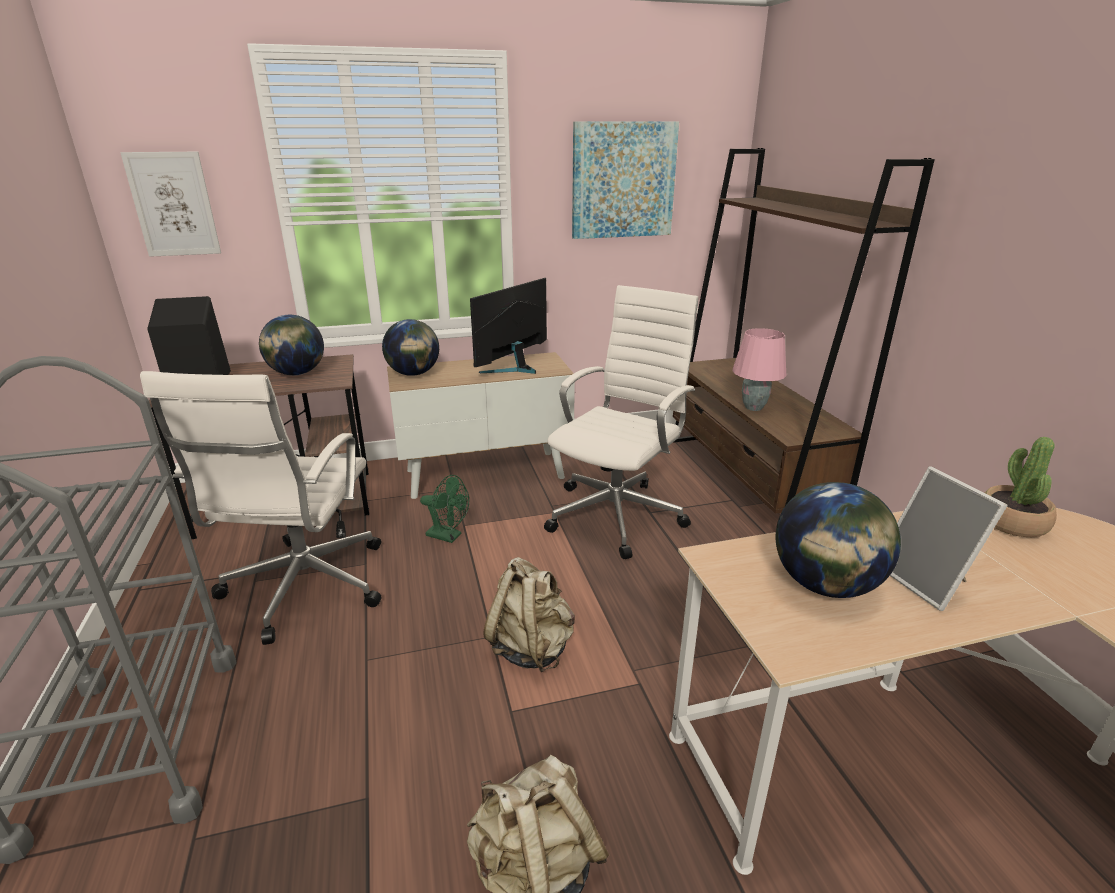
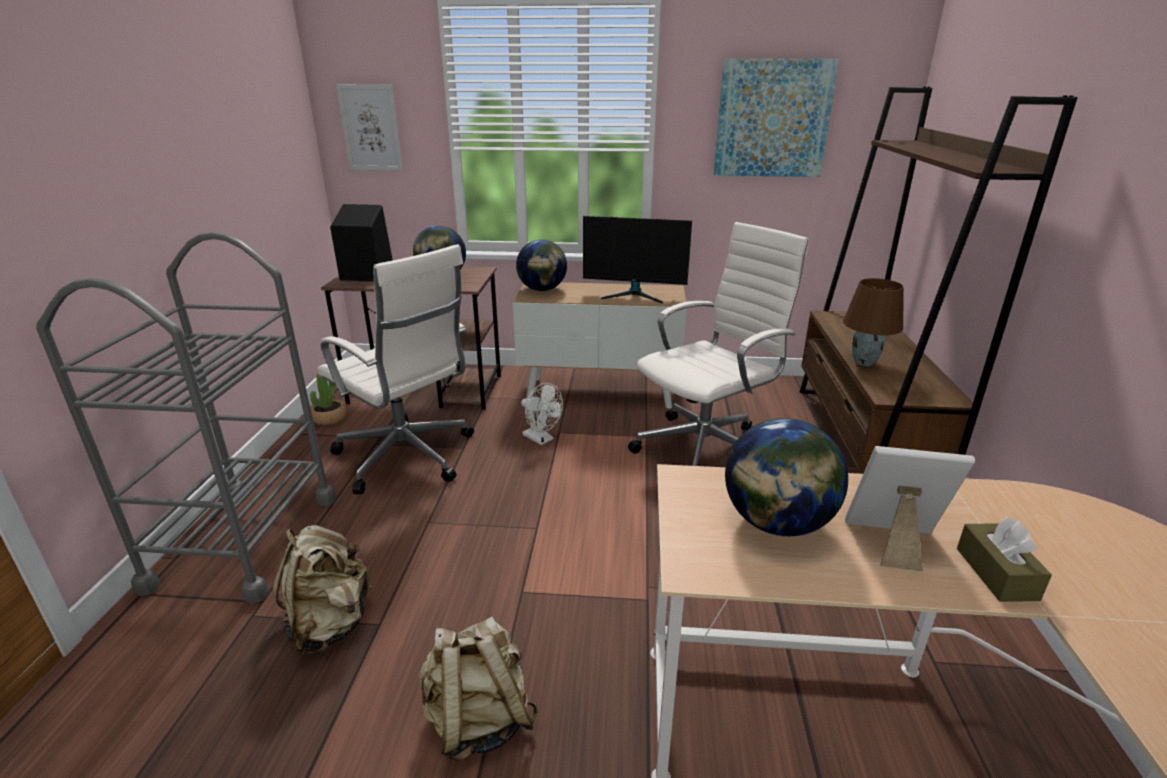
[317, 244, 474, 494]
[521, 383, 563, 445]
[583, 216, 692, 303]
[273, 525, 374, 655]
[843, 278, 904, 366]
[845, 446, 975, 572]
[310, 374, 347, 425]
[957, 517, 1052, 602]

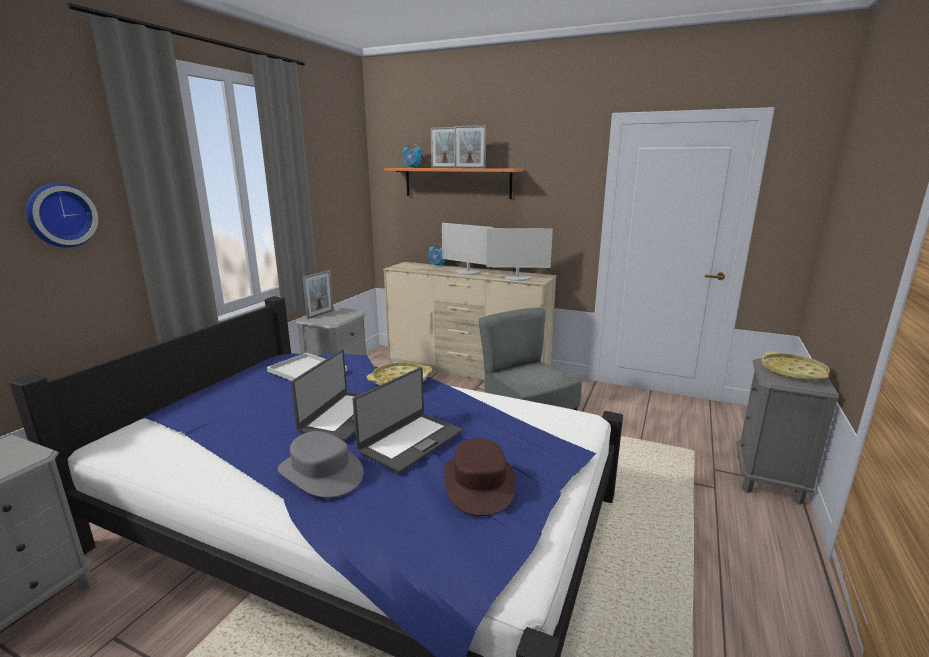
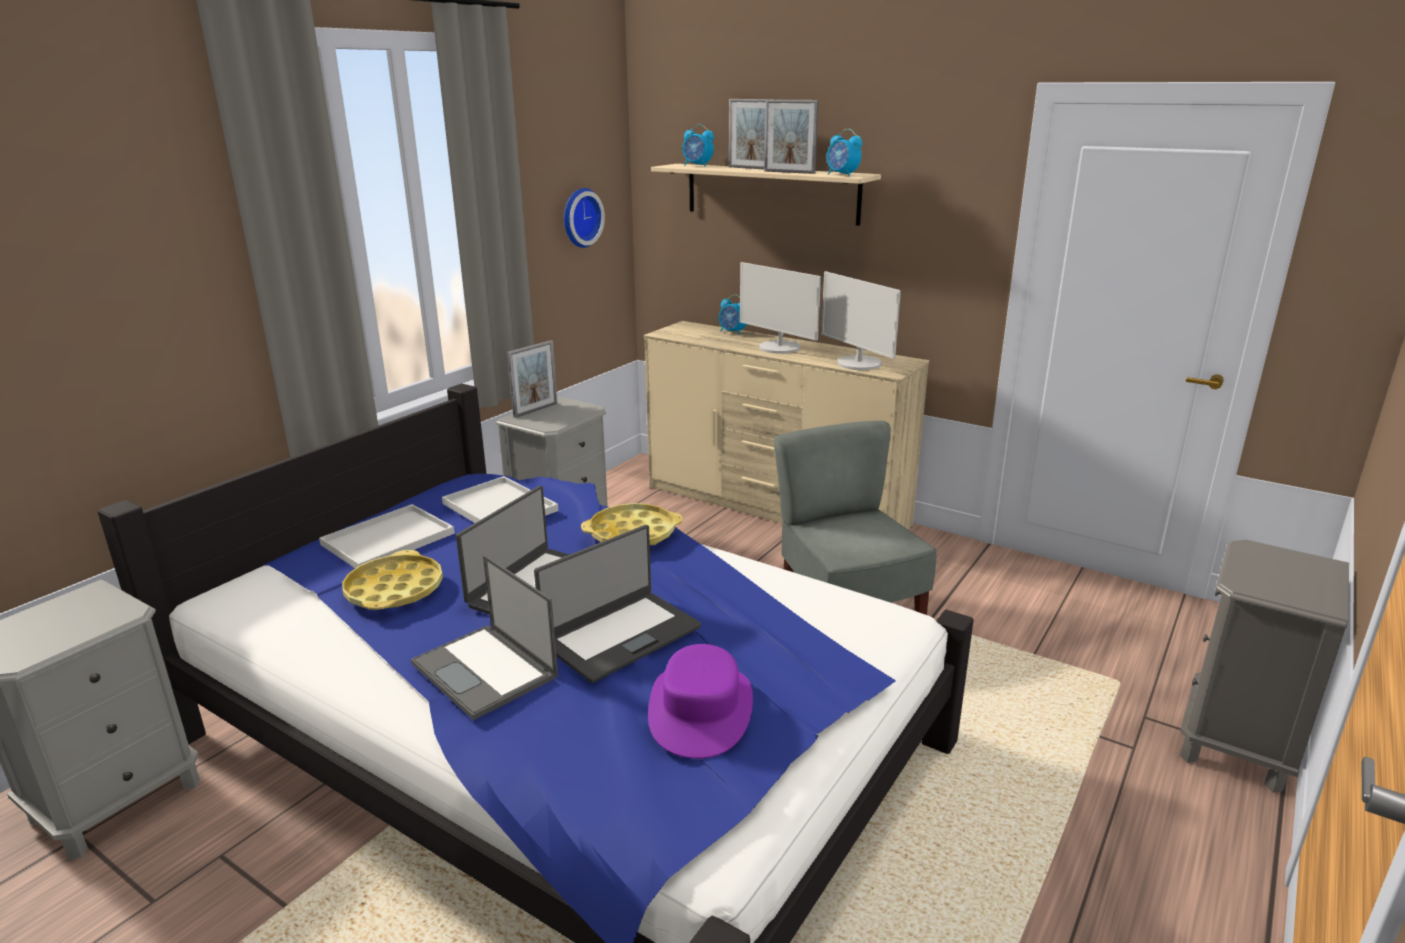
[564, 188, 605, 248]
[411, 555, 558, 720]
[651, 164, 881, 226]
[648, 644, 753, 759]
[821, 271, 901, 370]
[342, 550, 443, 610]
[319, 504, 455, 568]
[827, 129, 862, 176]

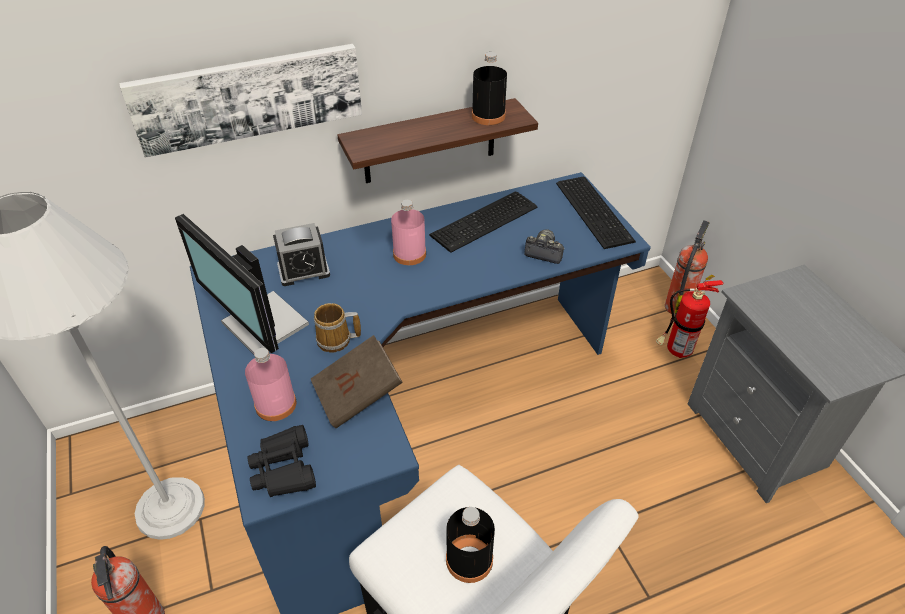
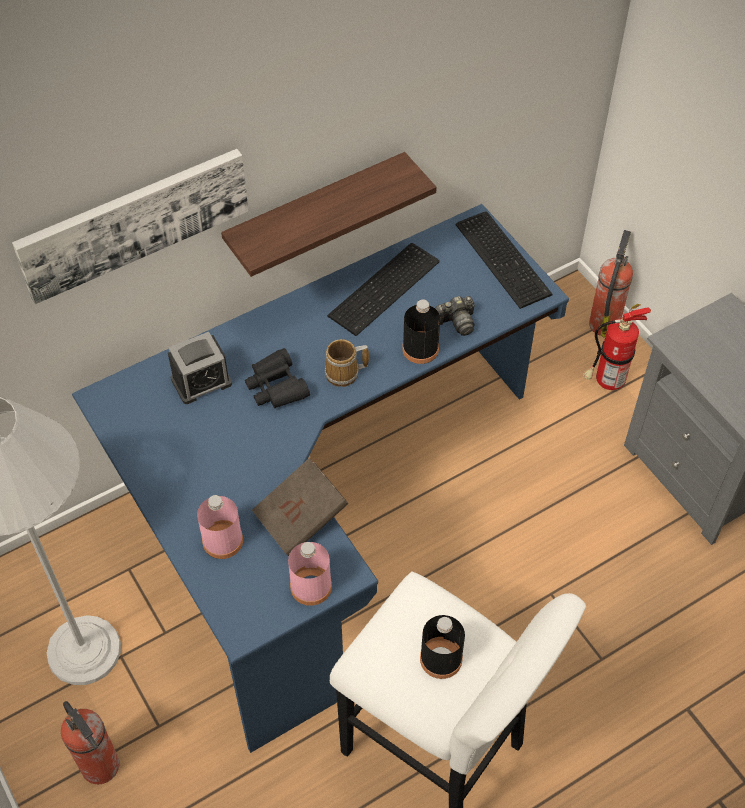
[175, 214, 309, 354] (first image)
[245, 348, 310, 408]
[325, 339, 369, 387]
[288, 542, 332, 606]
[402, 299, 440, 364]
[435, 296, 475, 336]

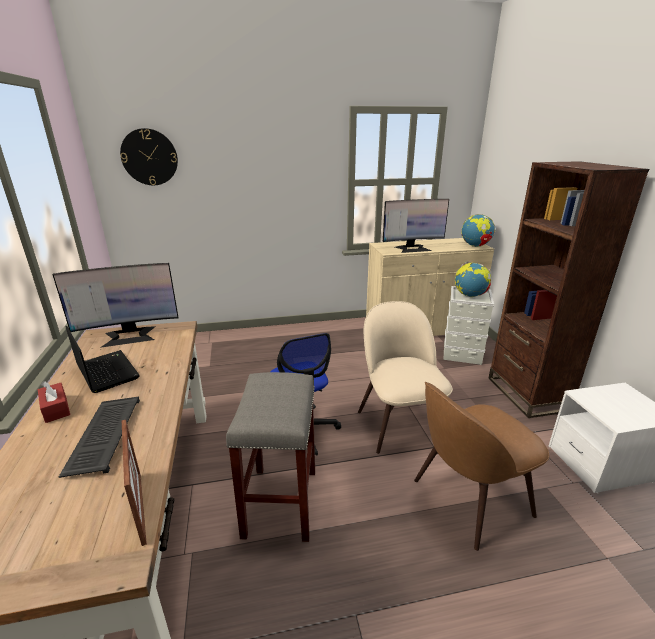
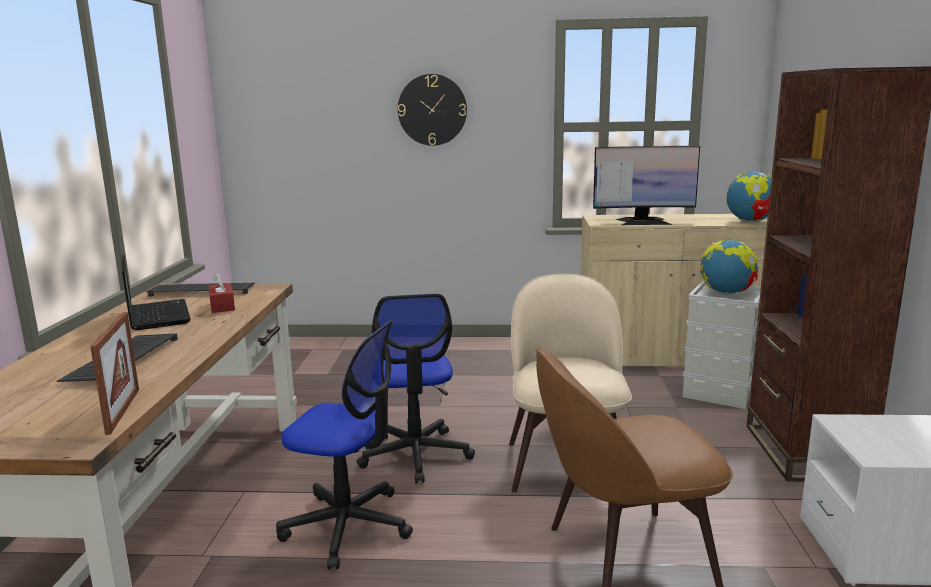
[208, 272, 235, 313]
[146, 283, 255, 297]
[398, 74, 467, 146]
[276, 320, 413, 569]

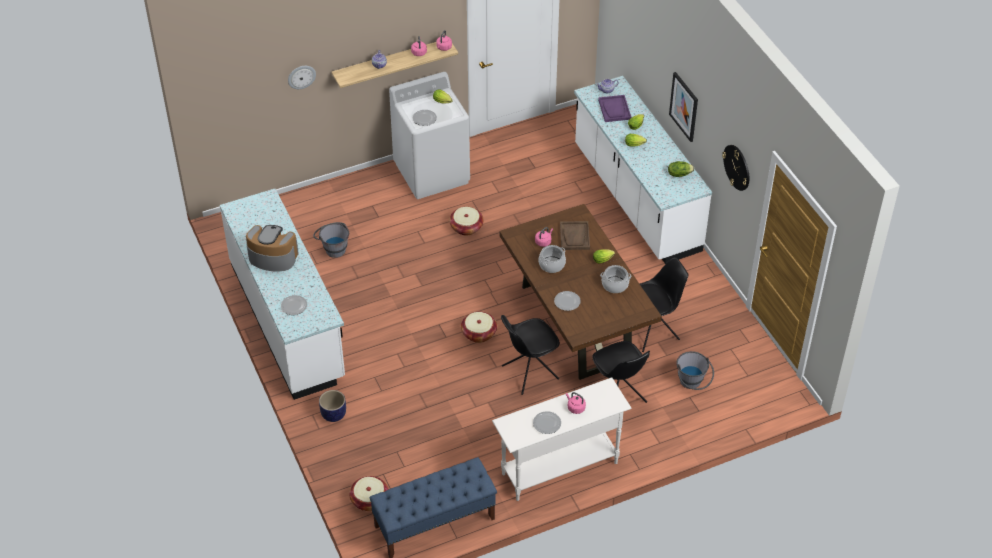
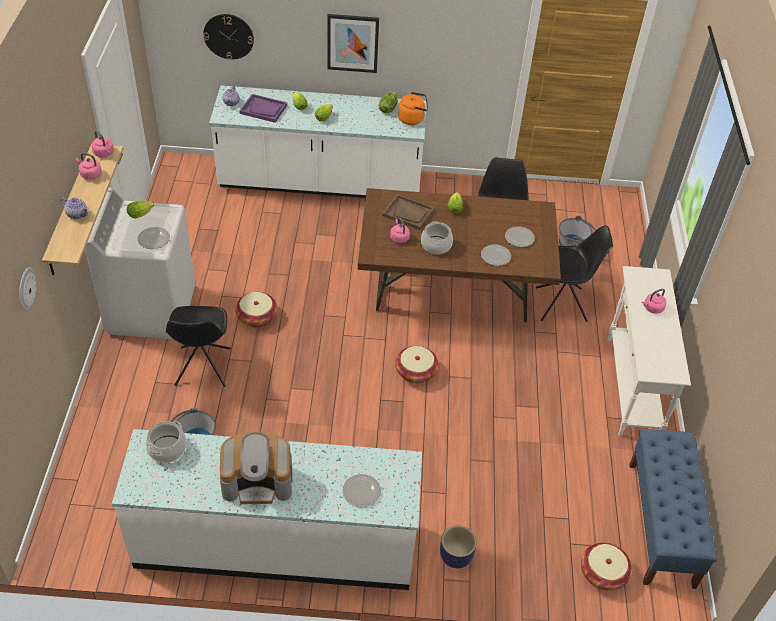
[219, 432, 293, 504]
[166, 306, 231, 387]
[505, 226, 535, 247]
[146, 421, 187, 463]
[203, 14, 254, 60]
[398, 92, 428, 125]

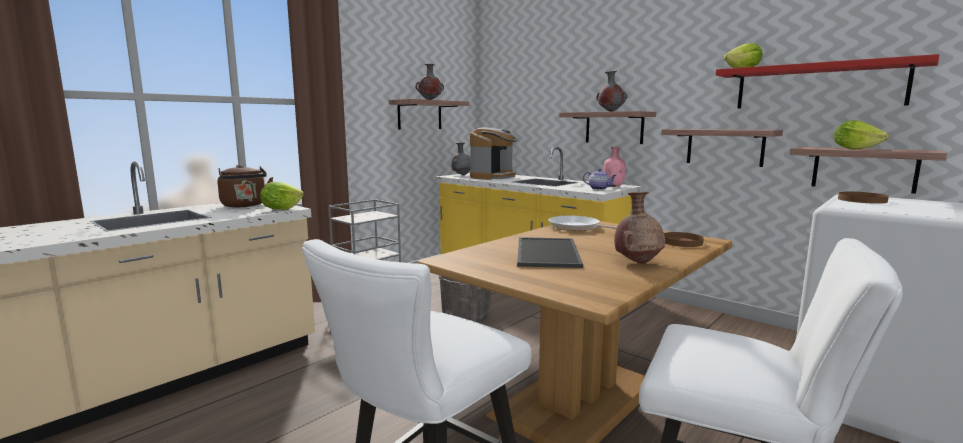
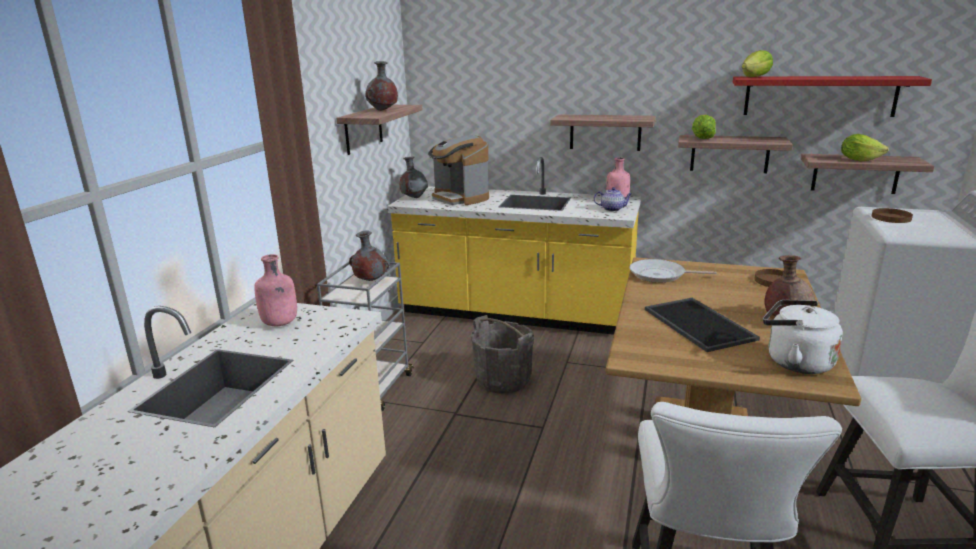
[254, 254, 297, 326]
[692, 115, 716, 139]
[428, 135, 489, 205]
[349, 231, 390, 281]
[763, 300, 843, 374]

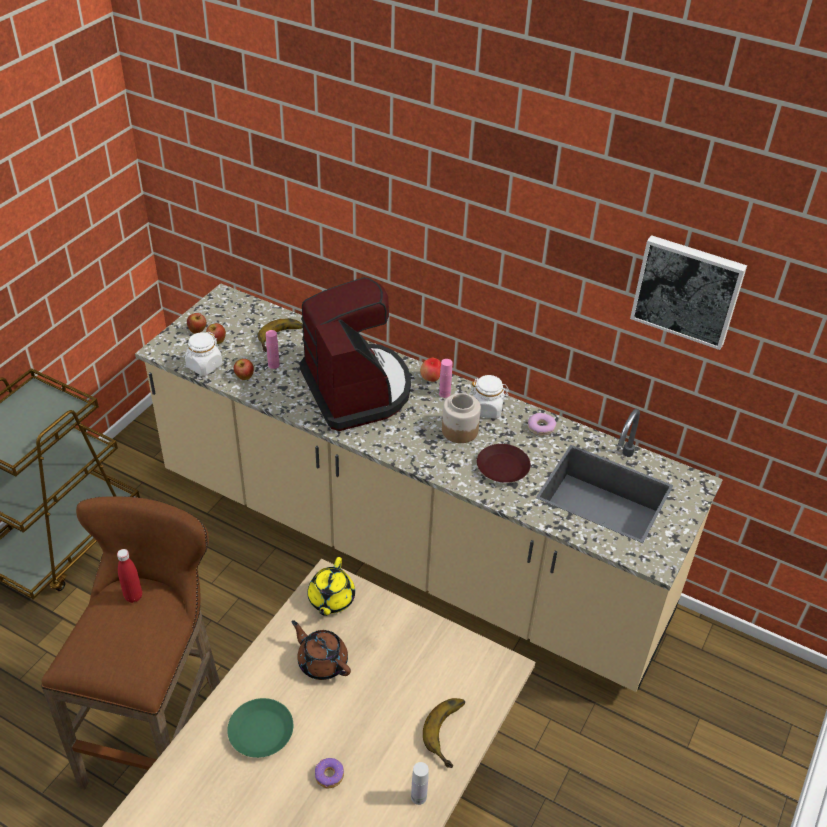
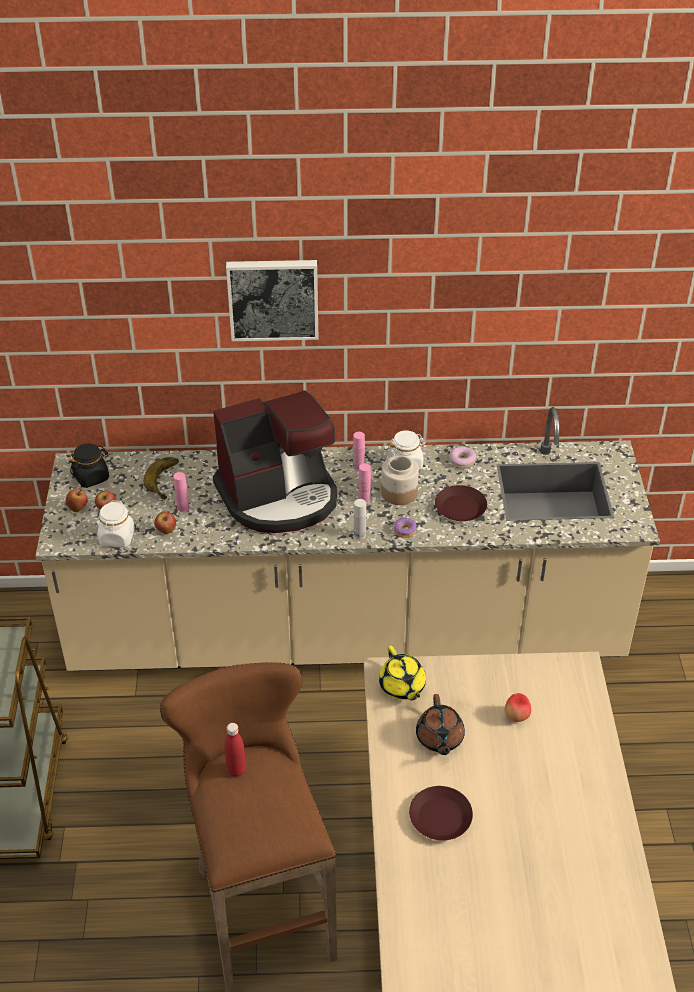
[409, 786, 473, 841]
[416, 694, 465, 755]
[213, 391, 337, 533]
[393, 518, 417, 538]
[354, 499, 366, 540]
[505, 693, 531, 722]
[423, 698, 465, 768] (first image)
[226, 260, 319, 341]
[69, 443, 109, 488]
[359, 463, 371, 503]

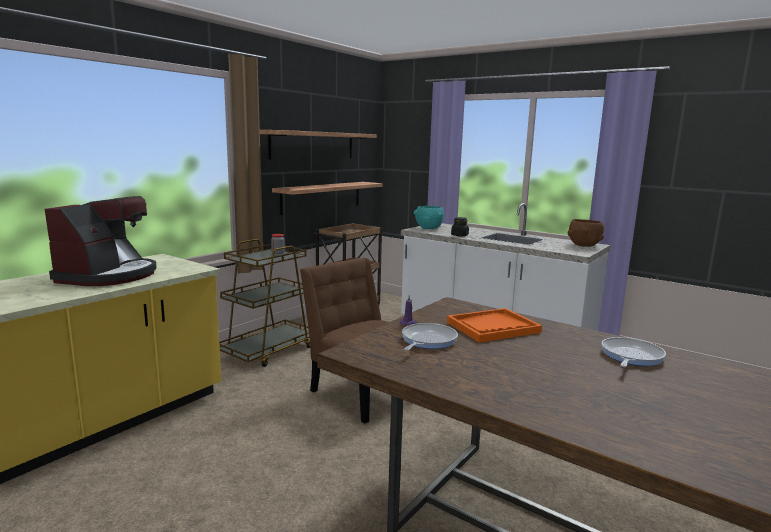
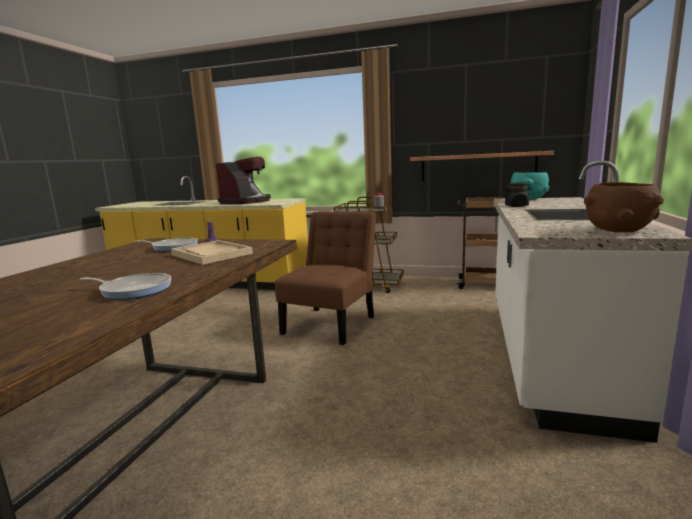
[216, 157, 271, 204]
[260, 130, 377, 160] (first image)
[171, 240, 253, 265]

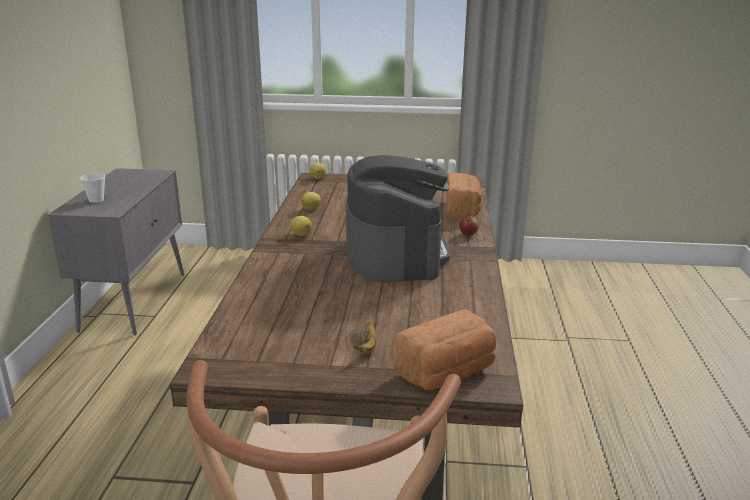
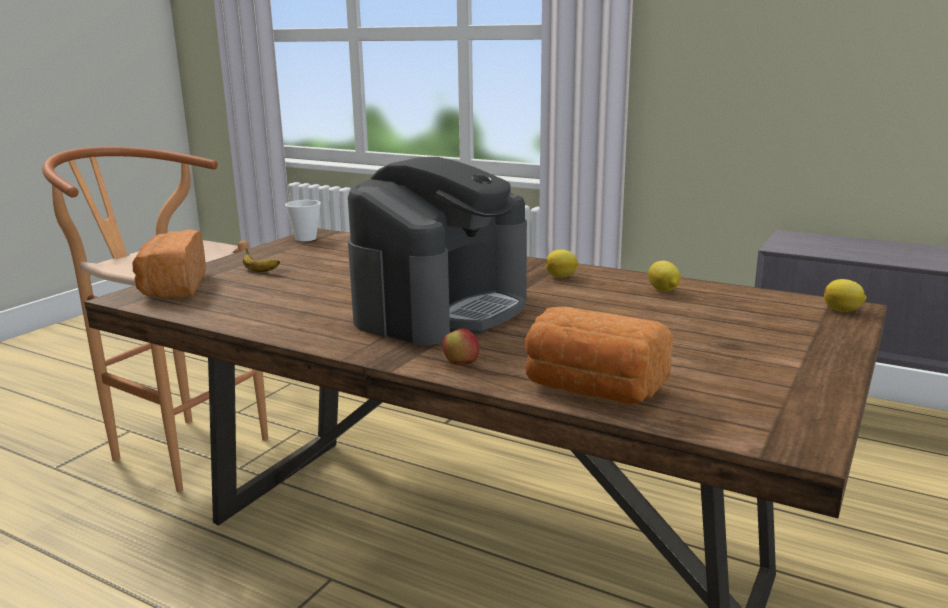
[285, 200, 321, 241]
[348, 157, 527, 345]

